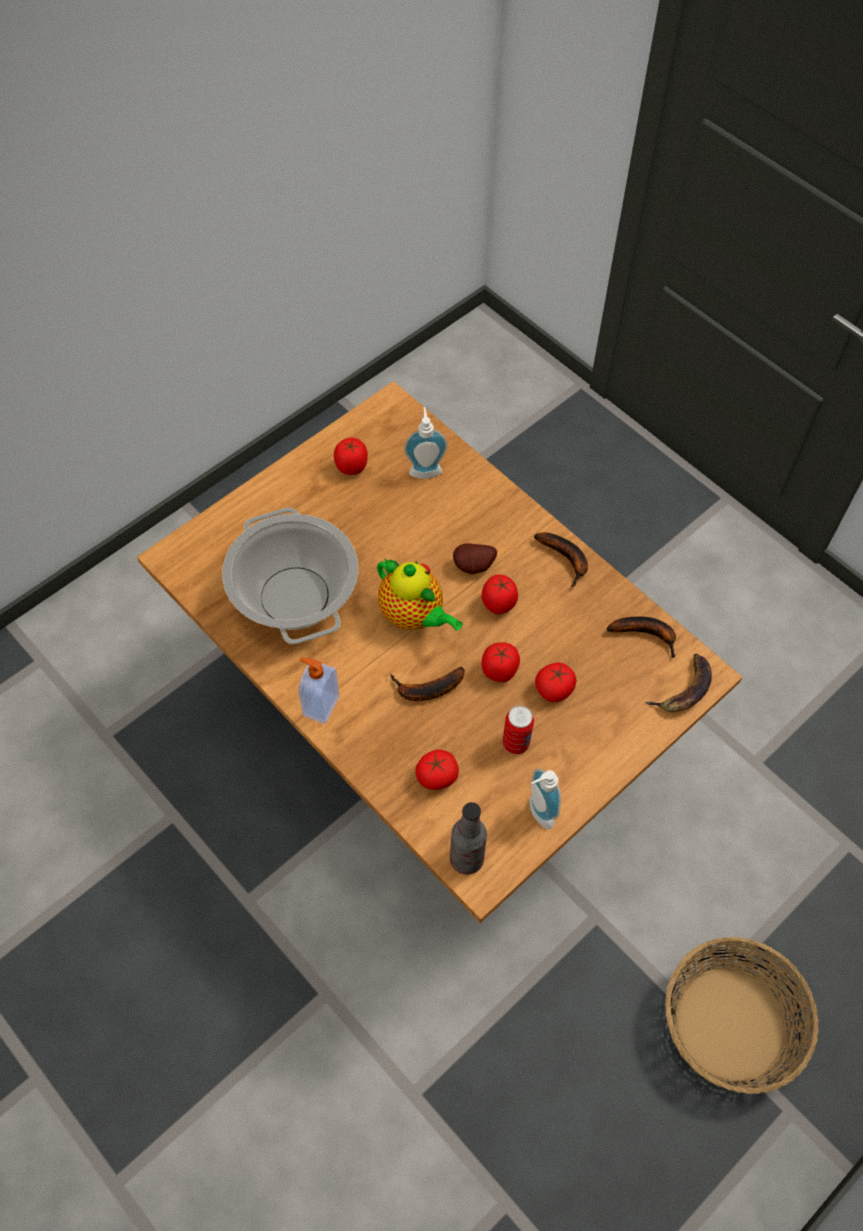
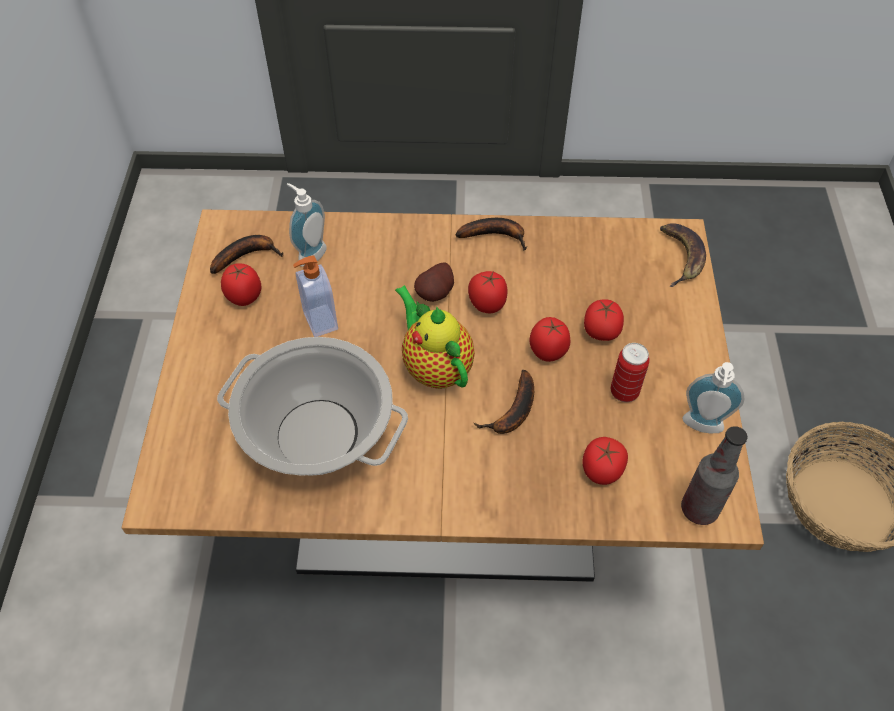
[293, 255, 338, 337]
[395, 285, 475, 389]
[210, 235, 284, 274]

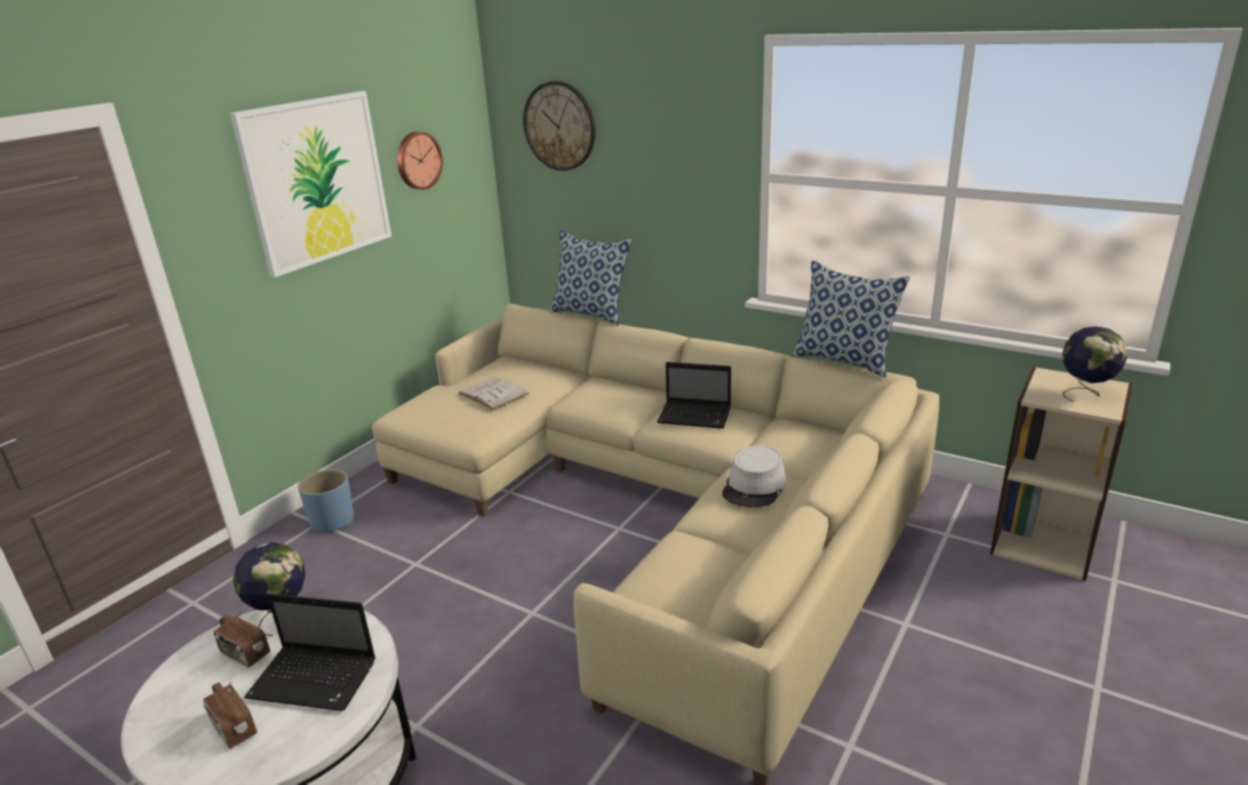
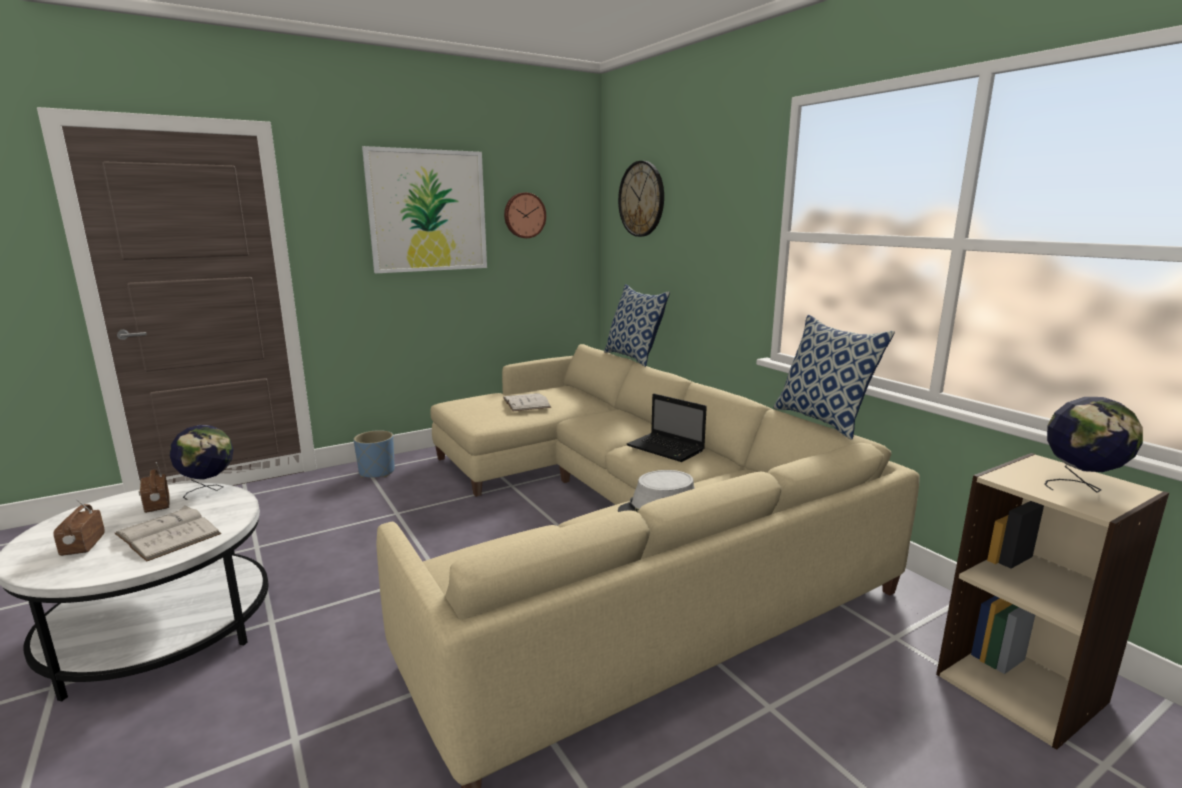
[115, 505, 221, 562]

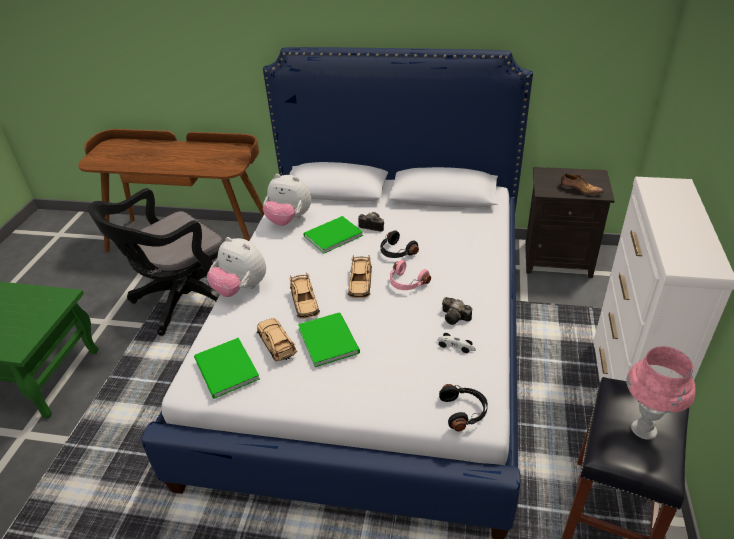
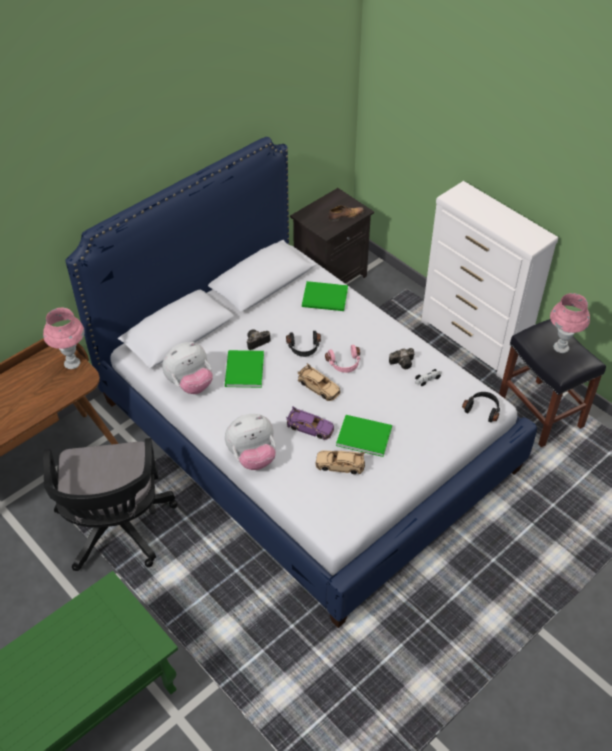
[302, 281, 348, 311]
[286, 406, 334, 440]
[43, 308, 85, 369]

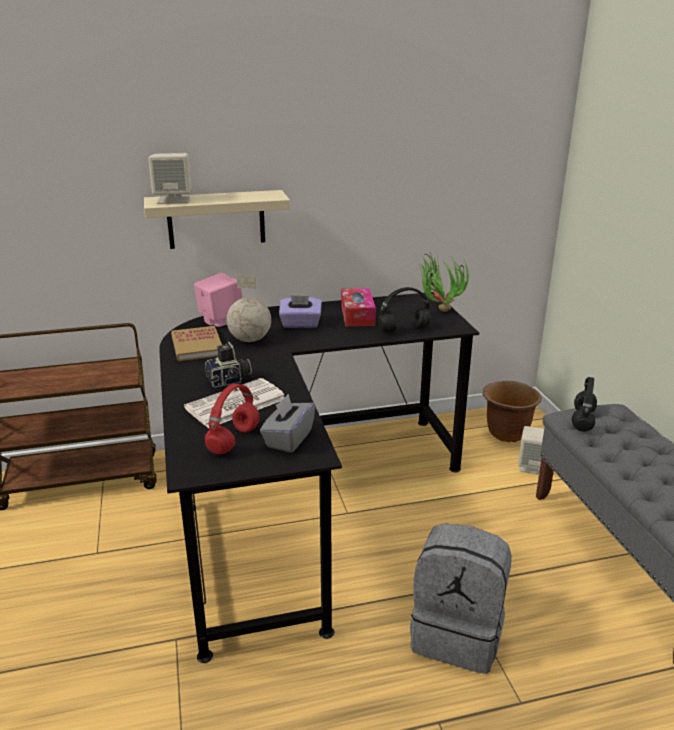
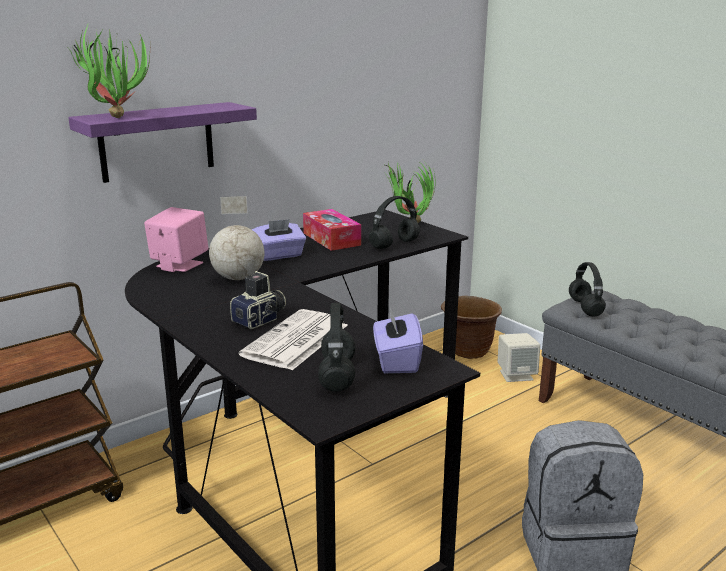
[68, 102, 257, 183]
[68, 25, 150, 118]
[171, 326, 222, 361] (first image)
[318, 303, 356, 392]
[373, 306, 423, 373]

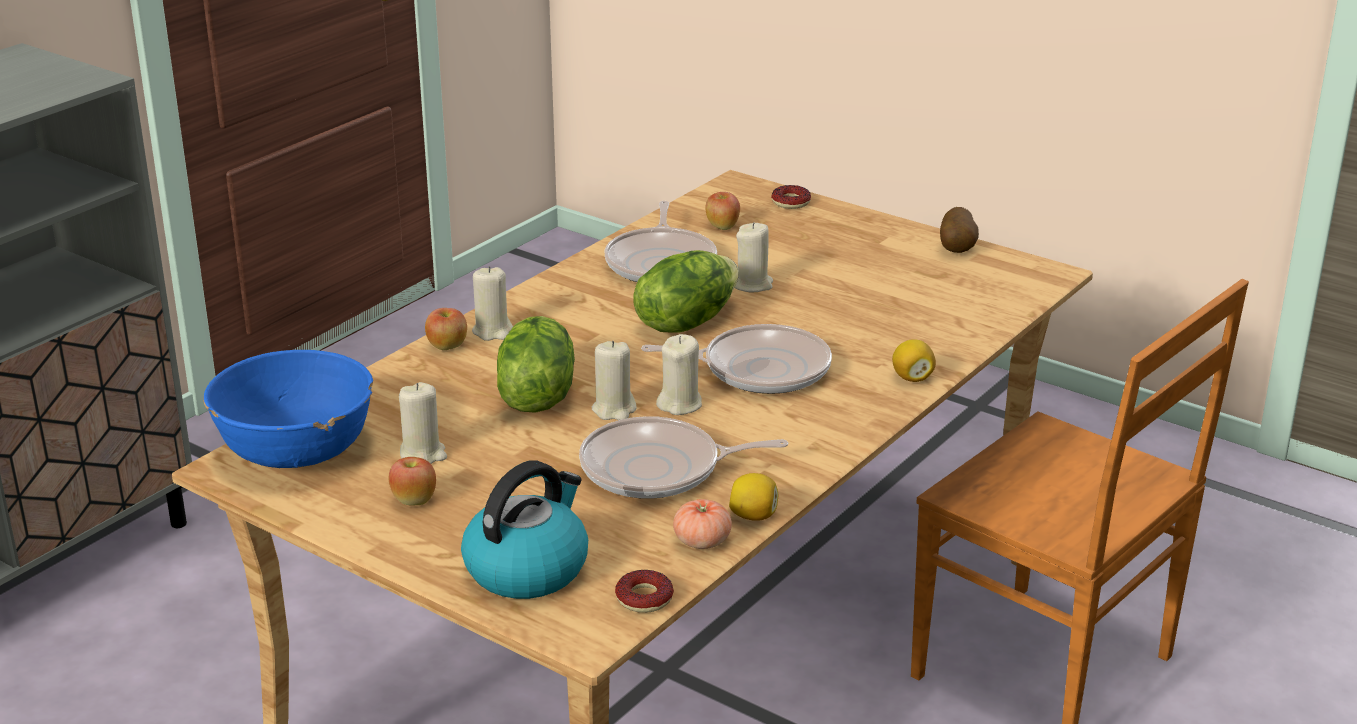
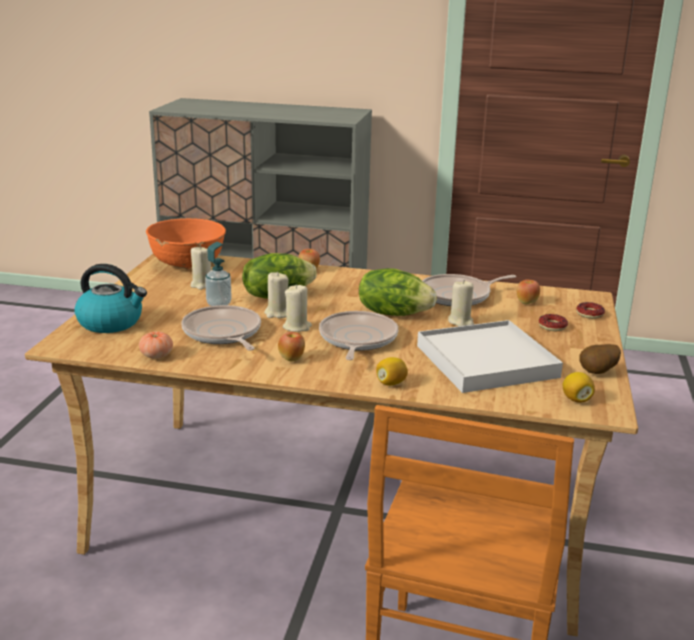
[146, 218, 226, 269]
[278, 332, 305, 361]
[472, 266, 513, 341] (first image)
[539, 314, 568, 331]
[319, 311, 398, 360]
[563, 372, 595, 403]
[205, 242, 232, 306]
[417, 320, 563, 393]

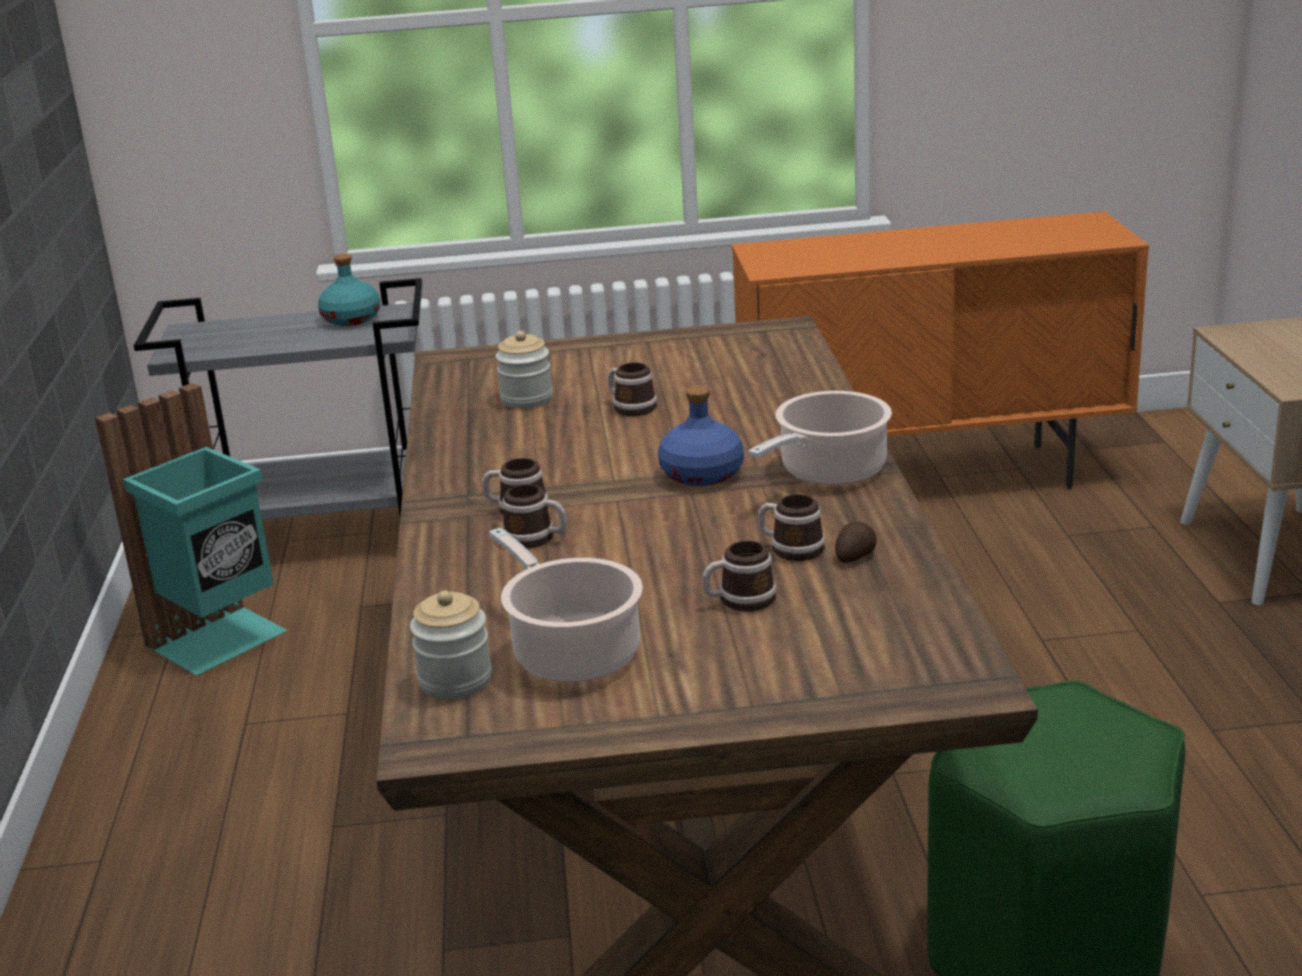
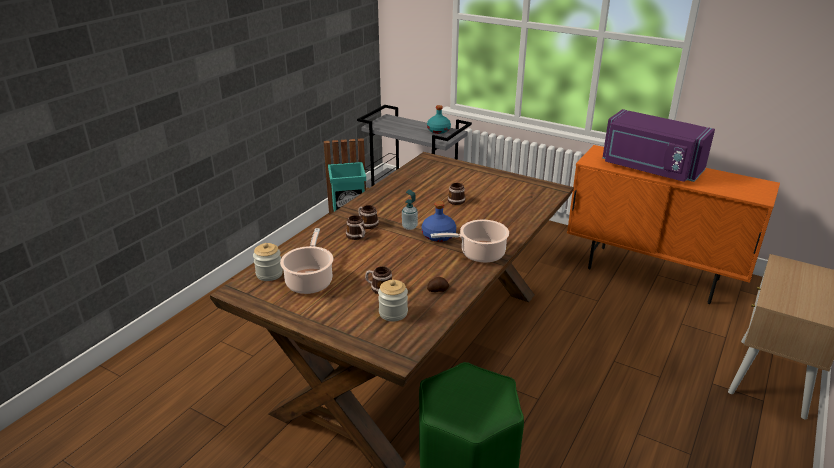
[378, 280, 408, 321]
[758, 494, 825, 561] (first image)
[402, 190, 418, 230]
[602, 109, 715, 182]

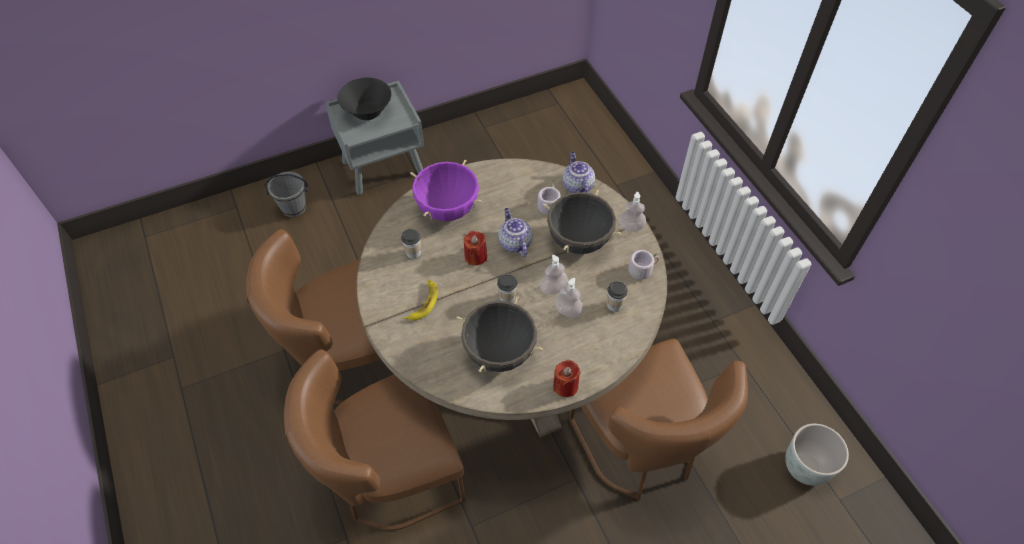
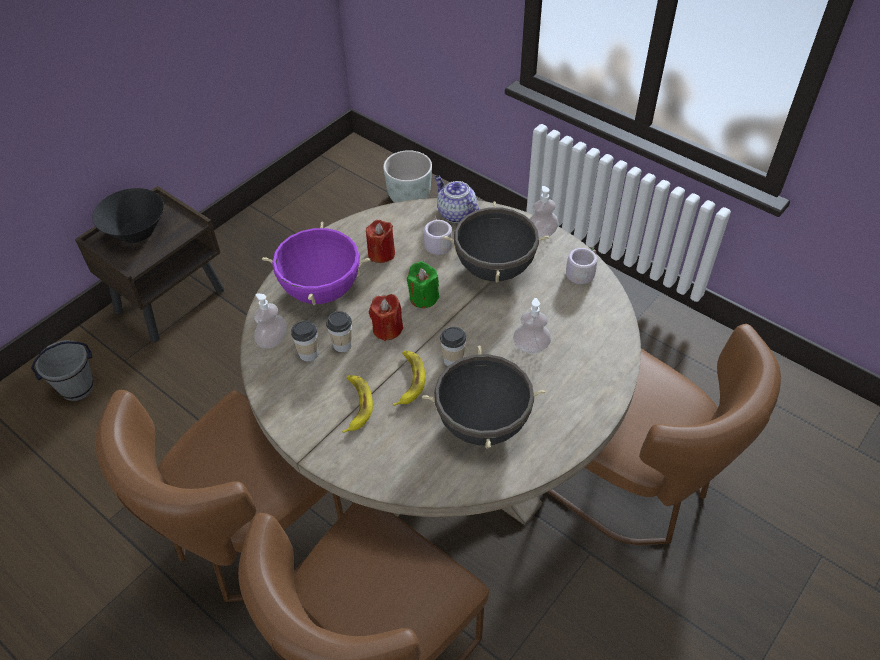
[75, 186, 224, 342]
[407, 261, 439, 308]
[254, 294, 287, 349]
[366, 220, 395, 263]
[326, 311, 352, 352]
[383, 150, 432, 203]
[393, 351, 425, 406]

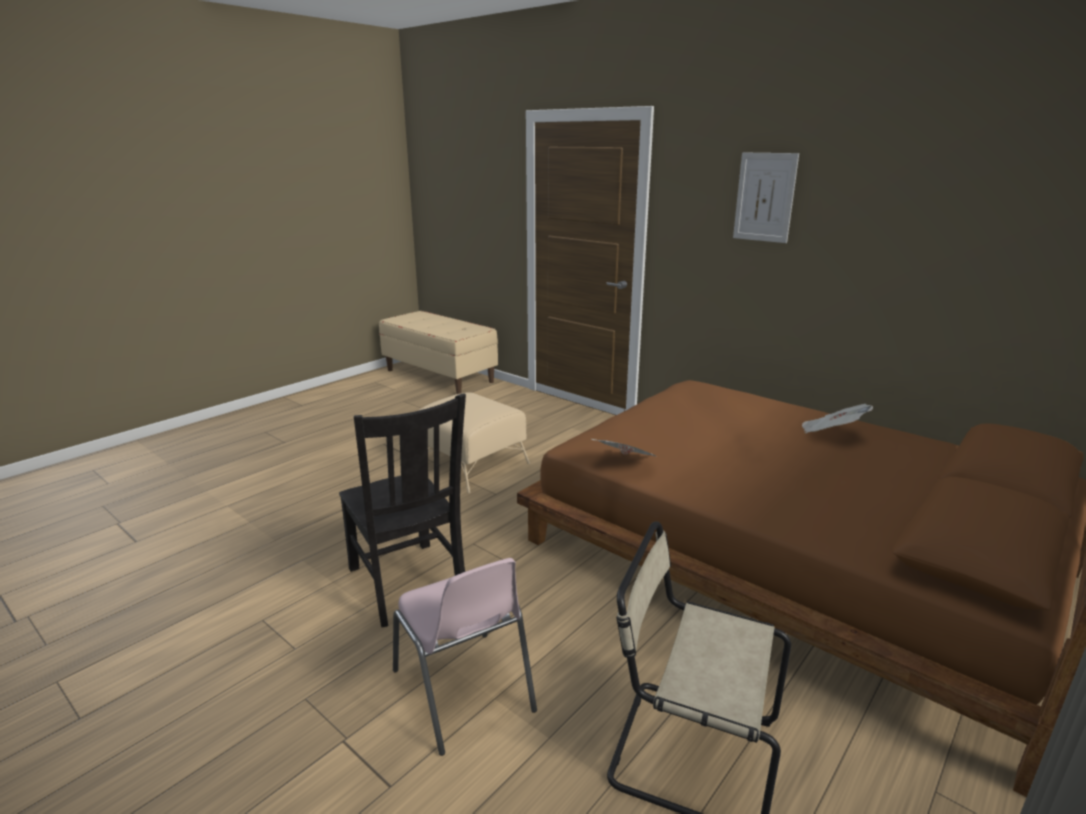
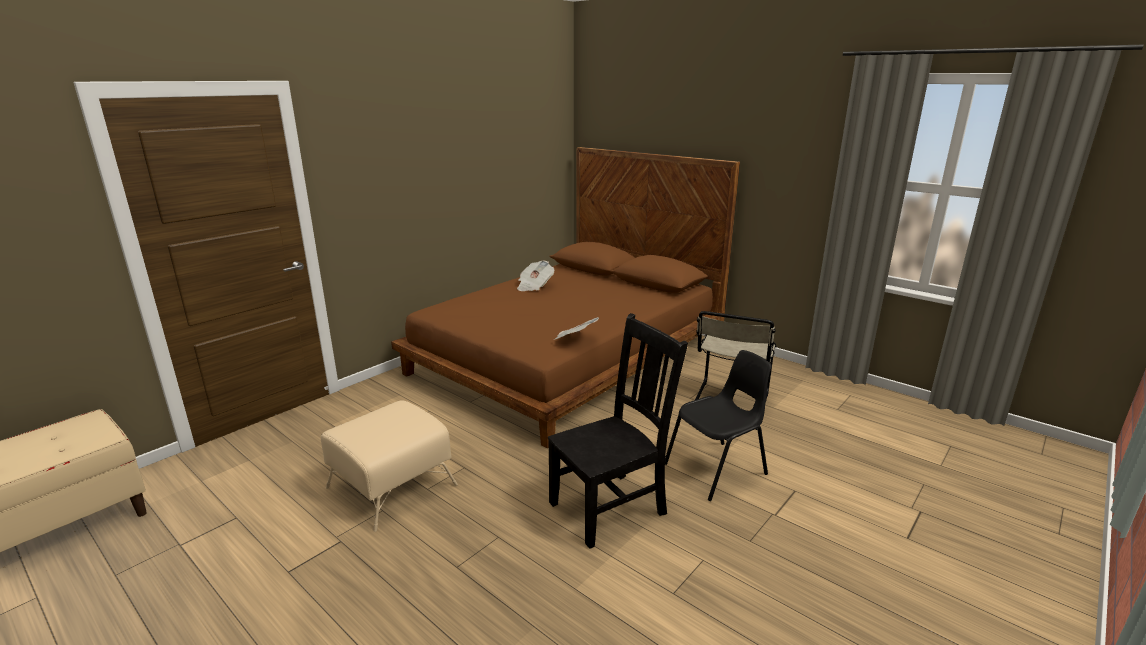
[665, 350, 771, 501]
[733, 153, 799, 243] (first image)

